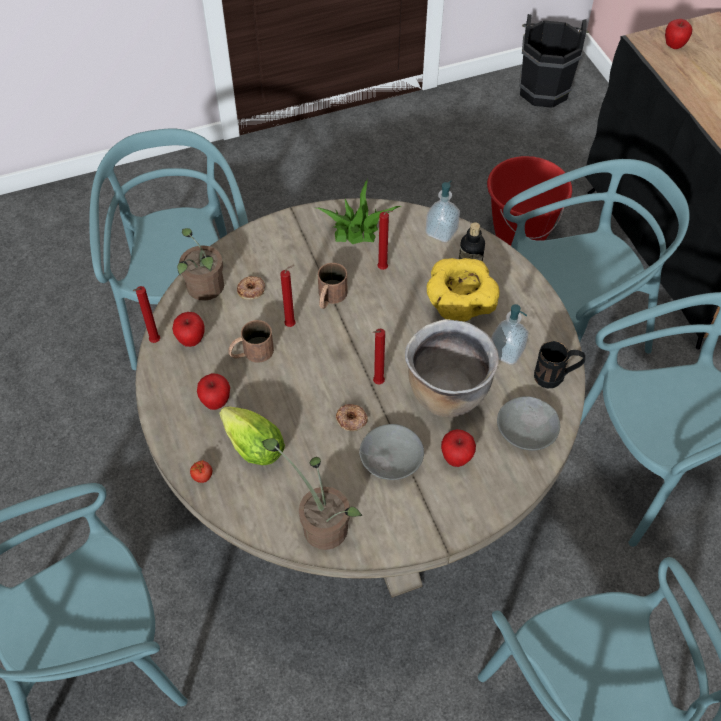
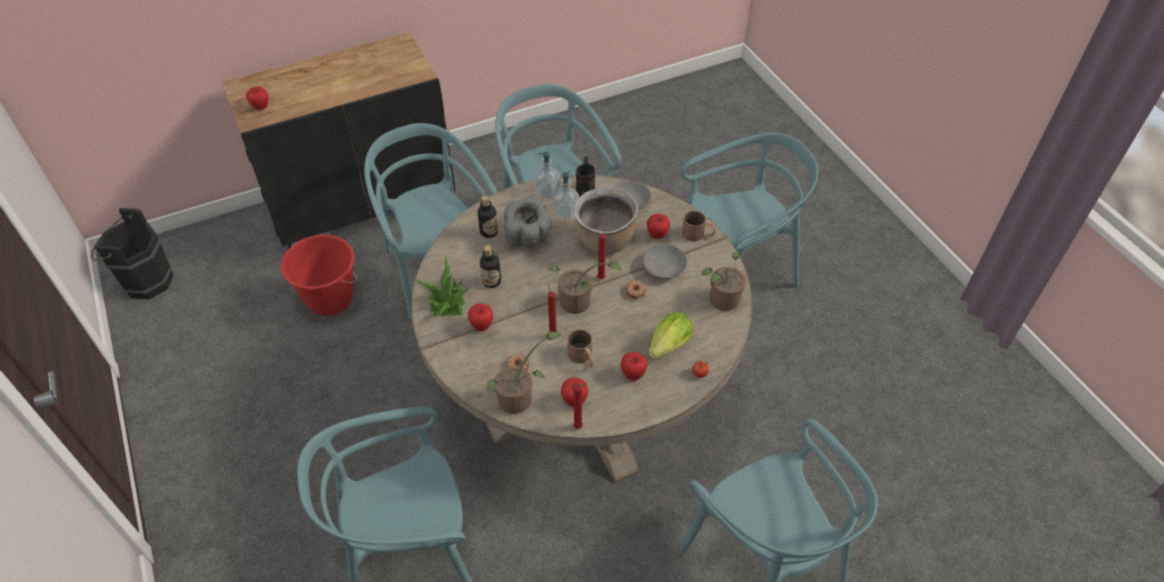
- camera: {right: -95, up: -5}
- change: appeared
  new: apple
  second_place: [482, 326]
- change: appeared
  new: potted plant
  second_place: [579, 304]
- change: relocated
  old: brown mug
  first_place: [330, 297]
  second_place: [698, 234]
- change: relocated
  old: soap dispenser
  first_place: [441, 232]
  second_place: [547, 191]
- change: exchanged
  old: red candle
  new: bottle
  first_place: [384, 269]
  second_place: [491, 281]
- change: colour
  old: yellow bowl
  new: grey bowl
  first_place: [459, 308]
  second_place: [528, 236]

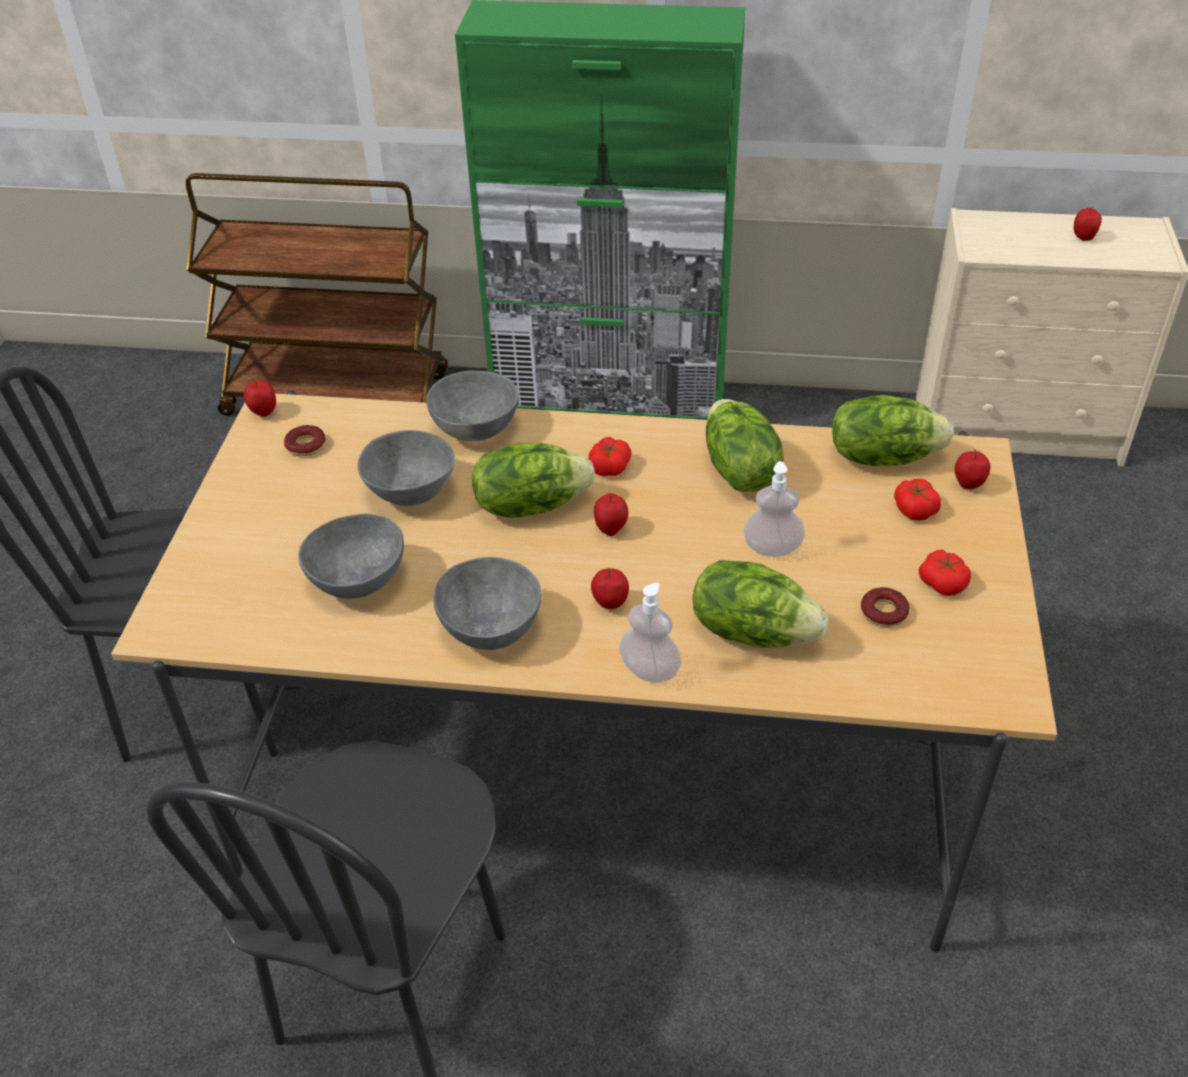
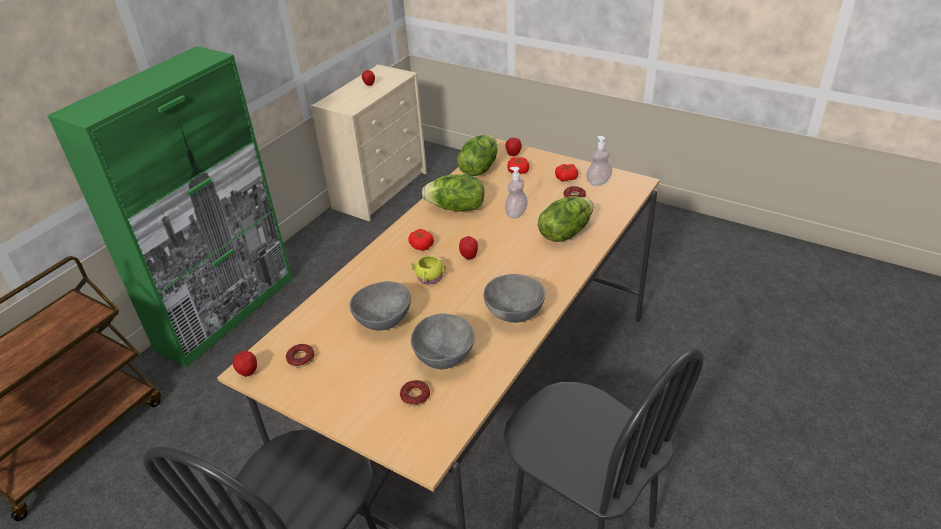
- camera: {right: -65, up: -5}
- change: missing
  old: grey bowl
  first_place: [473, 429]
- change: missing
  old: apple
  first_place: [610, 604]
- change: appeared
  new: donut
  second_place: [415, 396]
- change: relocated
  old: soap dispenser
  first_place: [649, 670]
  second_place: [598, 182]
- change: exchanged
  old: lettuce
  new: yellow mug
  first_place: [530, 504]
  second_place: [429, 279]

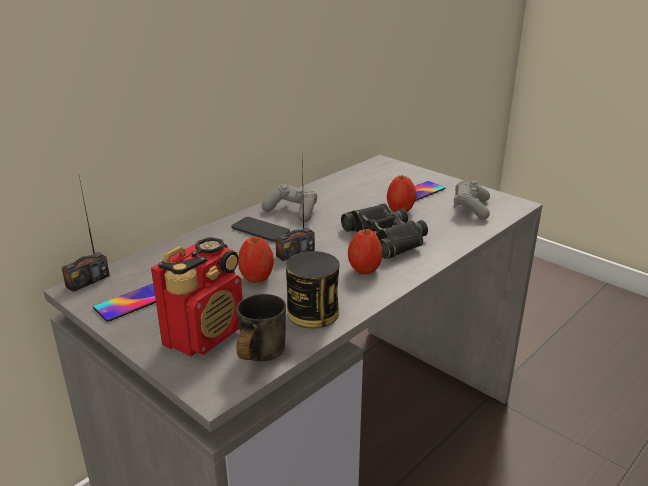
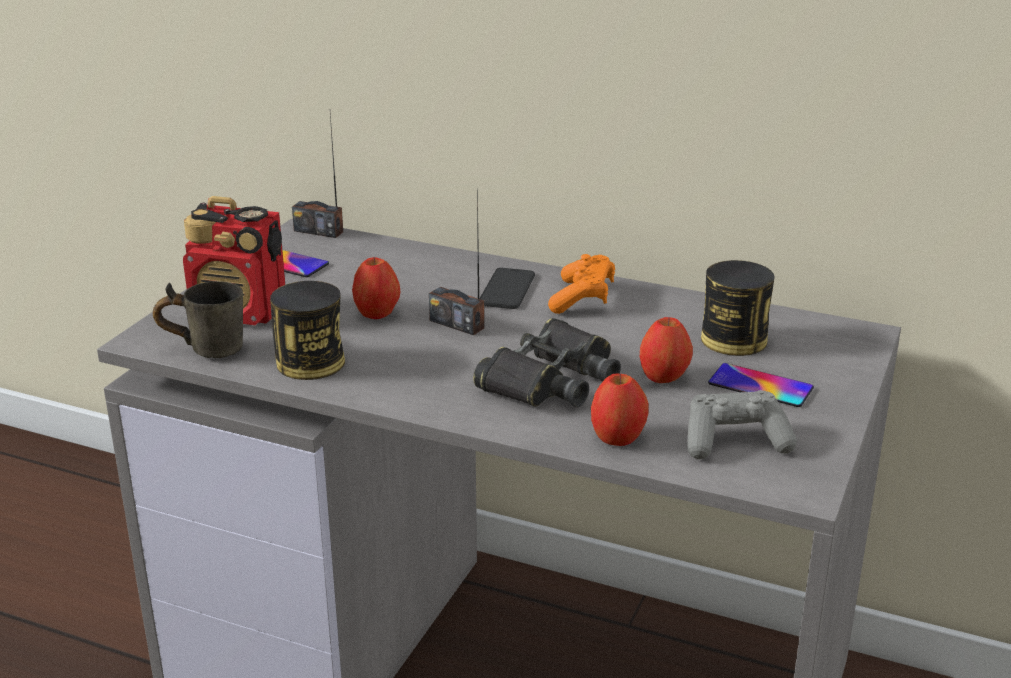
- camera: {right: 70, up: 0}
- change: appeared
  new: can
  second_place: [733, 340]
- change: relocated
  old: apple
  first_place: [364, 269]
  second_place: [617, 438]
- change: colour
  old: grey game controller
  new: orange game controller
  first_place: [292, 212]
  second_place: [582, 298]

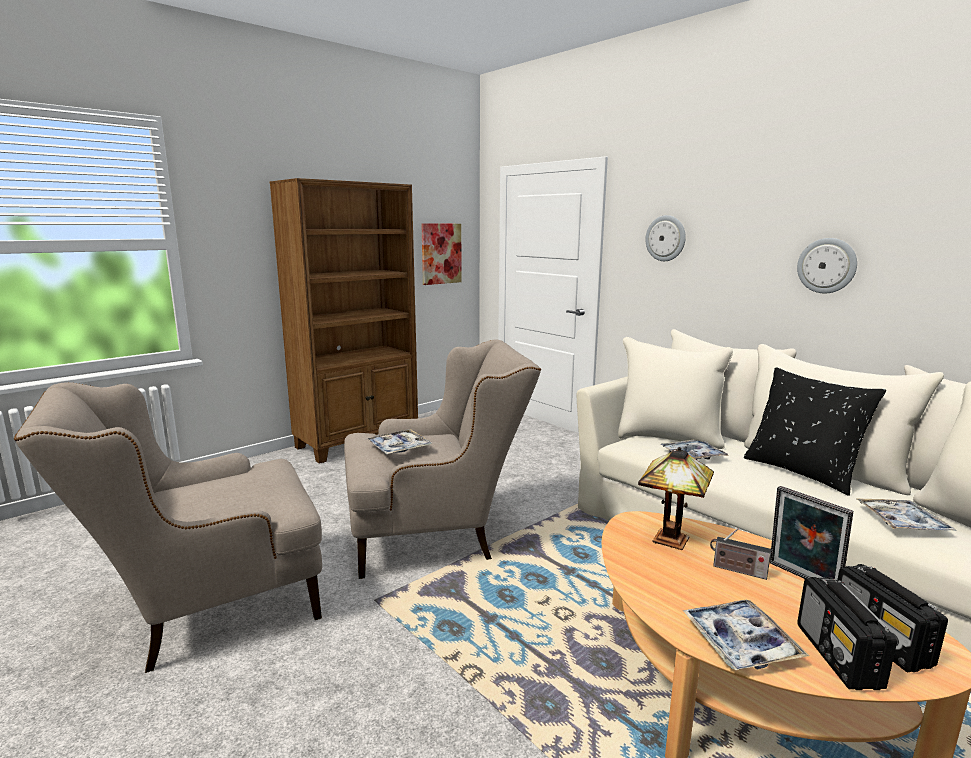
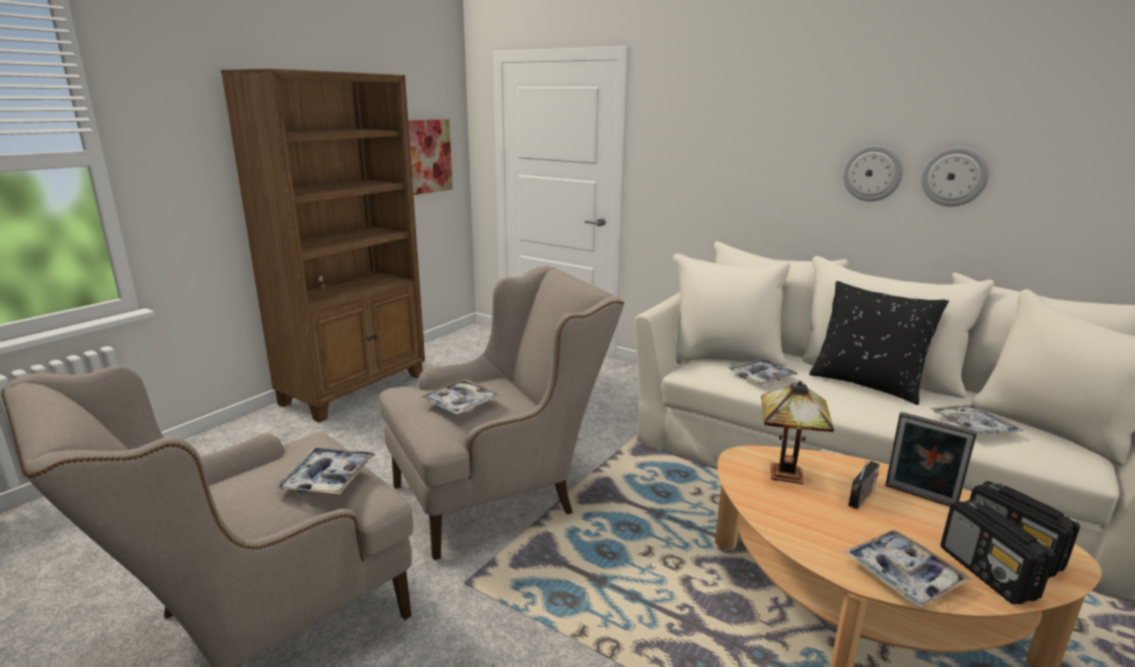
- camera: {right: -15, up: 5}
- change: appeared
  new: tray
  second_place: [327, 478]
- change: relocated
  old: wall clock
  first_place: [665, 238]
  second_place: [954, 176]
- change: spun
  old: radio
  first_place: [736, 570]
  second_place: [861, 498]
  degrees: -60

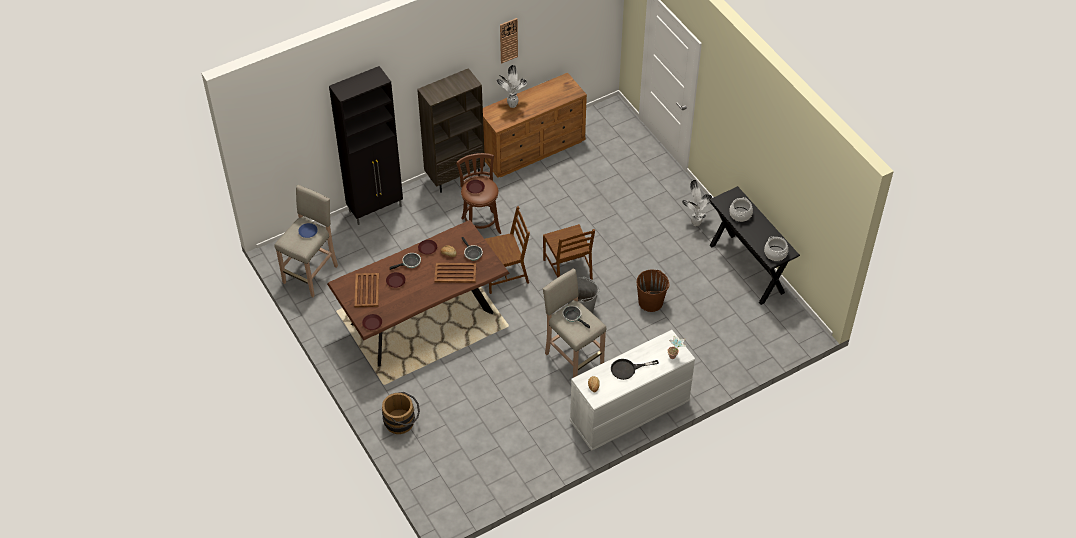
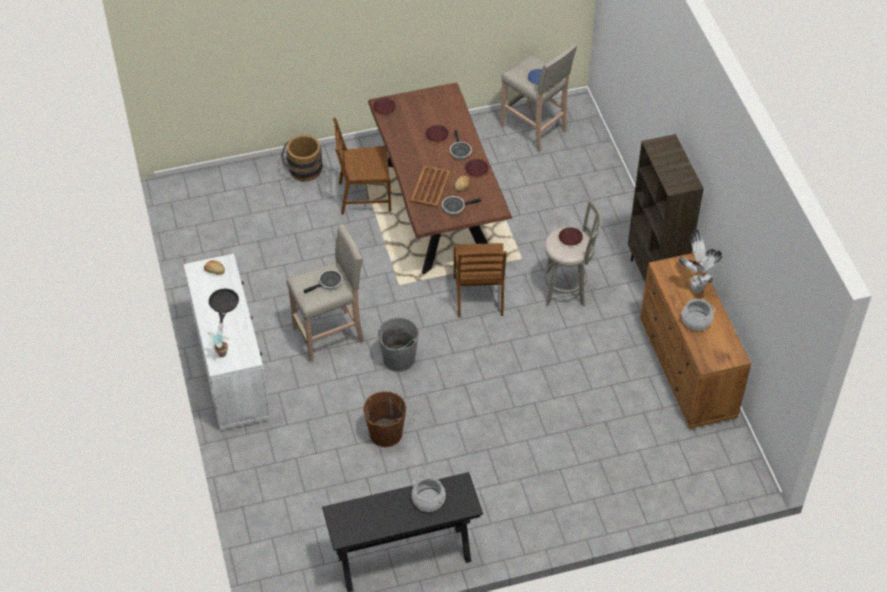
- camera: {right: 105, up: 0}
- change: missing
  old: black cabinet
  first_place: [376, 209]
- change: missing
  old: brown tray
  first_place: [366, 291]
- change: missing
  old: wall clock
  first_place: [508, 40]
- change: missing
  old: potted plant
  first_place: [695, 222]
- change: relocated
  old: brown chair
  first_place: [568, 269]
  second_place: [364, 197]
- change: relocated
  old: cooking pot
  first_place: [775, 253]
  second_place: [696, 320]
- change: colour
  old: brown stool
  new: grey stool
  first_place: [480, 224]
  second_place: [567, 289]

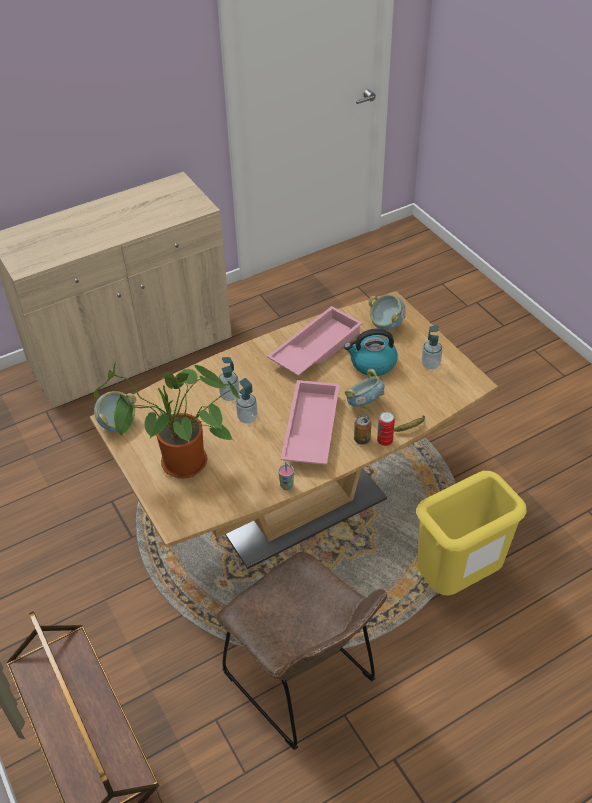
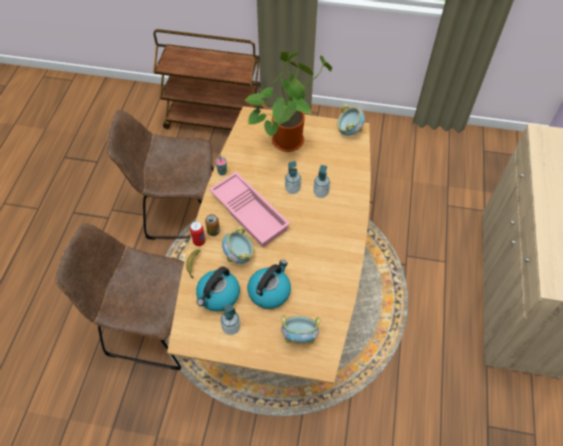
- camera: {right: 130, up: 10}
- change: missing
  old: pink tray
  first_place: [315, 348]
- change: appeared
  new: kettle
  second_place: [218, 296]
- change: exchanged
  old: yellow trash can
  new: brown chair
  first_place: [457, 580]
  second_place: [149, 327]

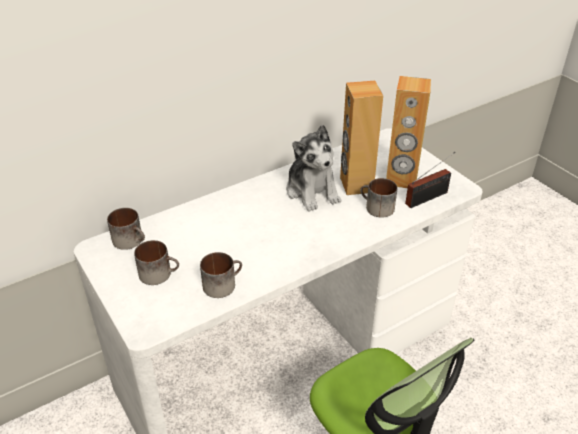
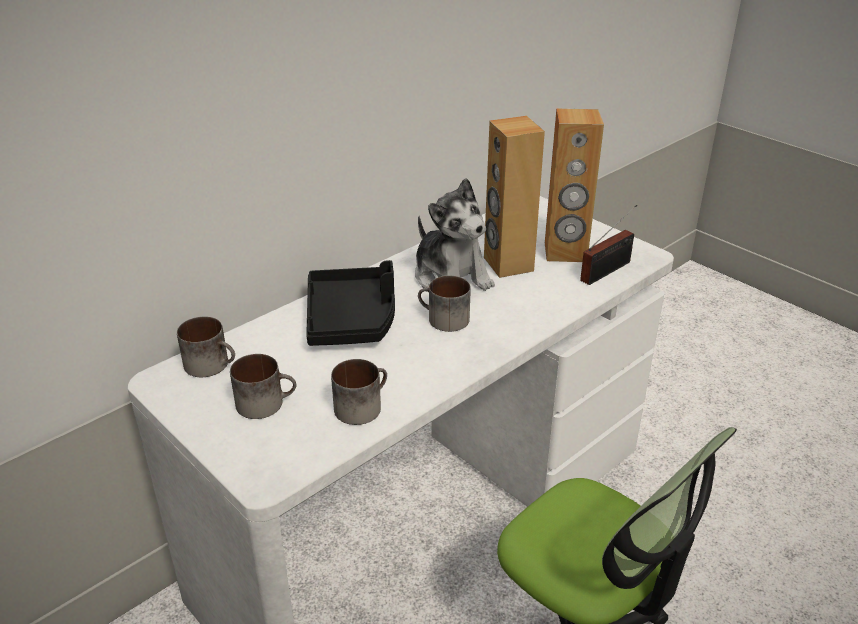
- camera: {right: -10, up: -5}
- change: appeared
  new: black tray
  second_place: [352, 319]
- change: relocated
  old: mug
  first_place: [376, 208]
  second_place: [443, 319]

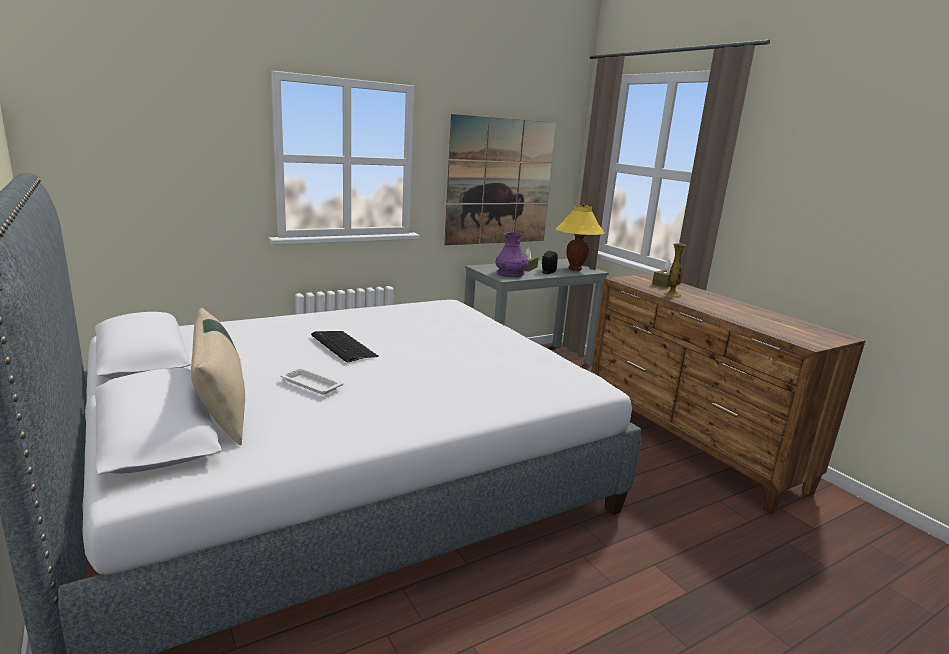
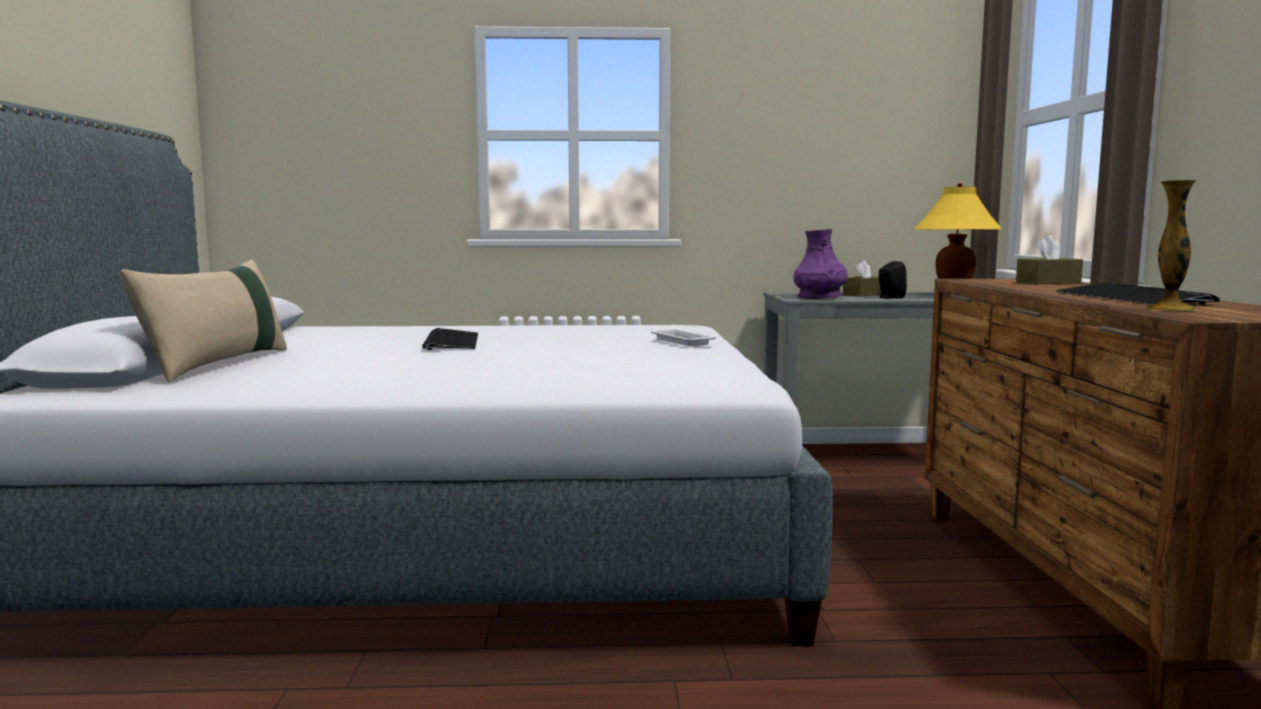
- camera: {right: 30, up: -10}
- change: missing
  old: picture
  first_place: [500, 182]
- change: appeared
  new: keyboard
  second_place: [1131, 298]
- change: relocated
  old: white tray
  first_place: [310, 384]
  second_place: [681, 341]
- change: relocated
  old: vase
  first_place: [672, 294]
  second_place: [1171, 309]

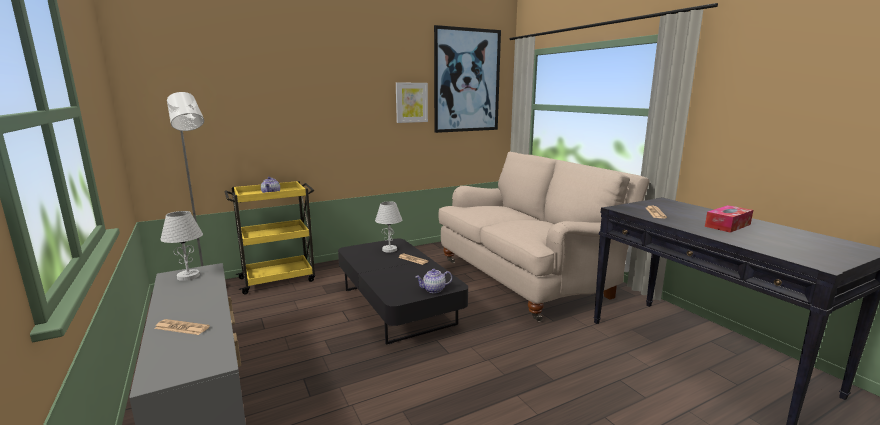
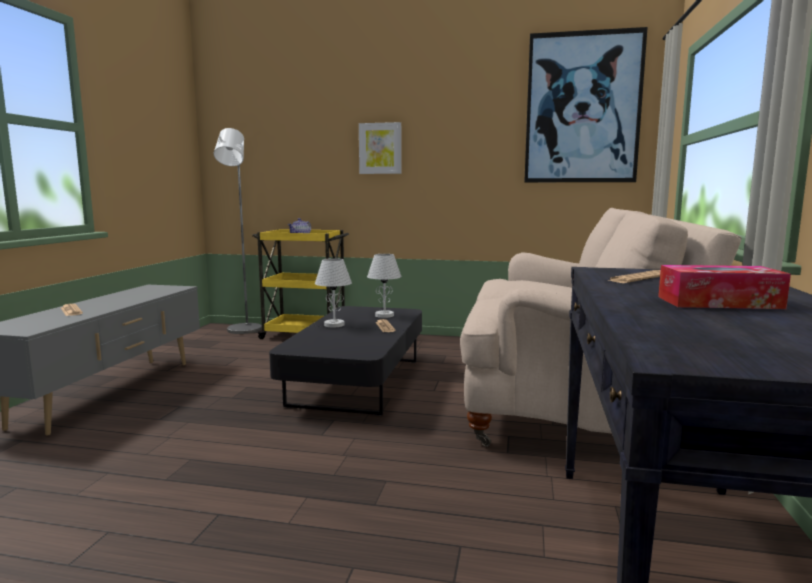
- camera: {right: 40, up: -5}
- change: missing
  old: teapot
  first_place: [433, 290]
- change: relocated
  old: white table lamp
  first_place: [188, 276]
  second_place: [334, 325]
- change: relocated
  old: picture
  first_place: [411, 102]
  second_place: [380, 148]

